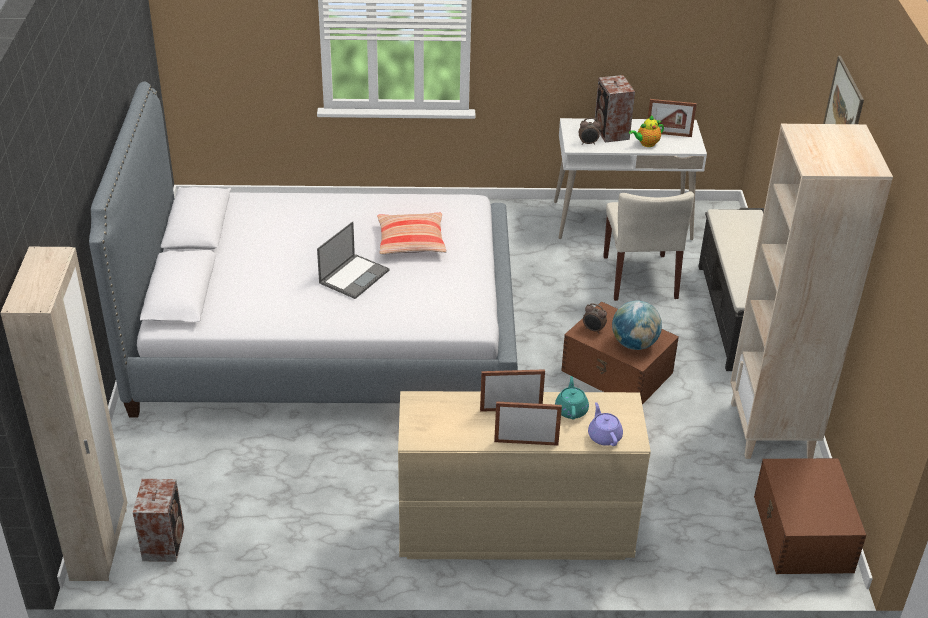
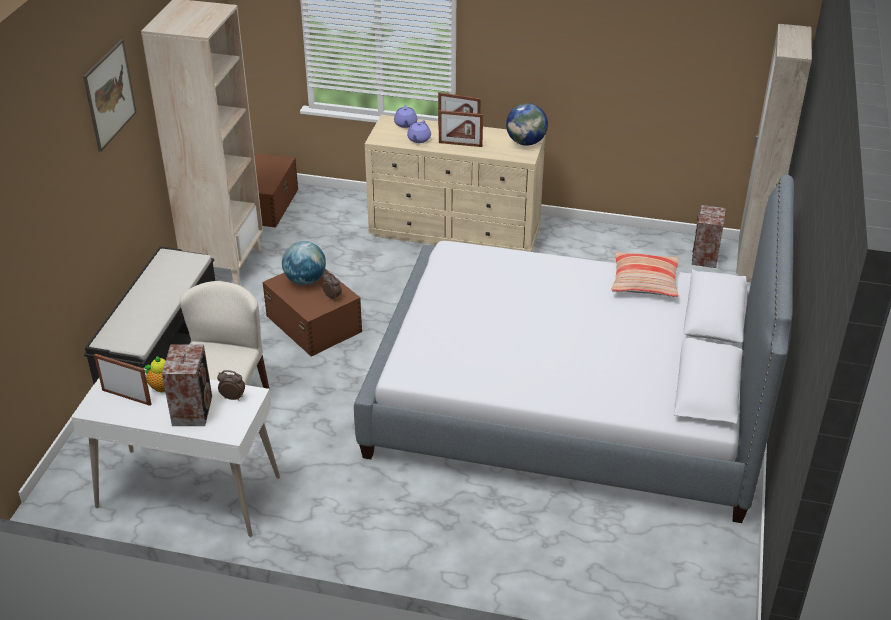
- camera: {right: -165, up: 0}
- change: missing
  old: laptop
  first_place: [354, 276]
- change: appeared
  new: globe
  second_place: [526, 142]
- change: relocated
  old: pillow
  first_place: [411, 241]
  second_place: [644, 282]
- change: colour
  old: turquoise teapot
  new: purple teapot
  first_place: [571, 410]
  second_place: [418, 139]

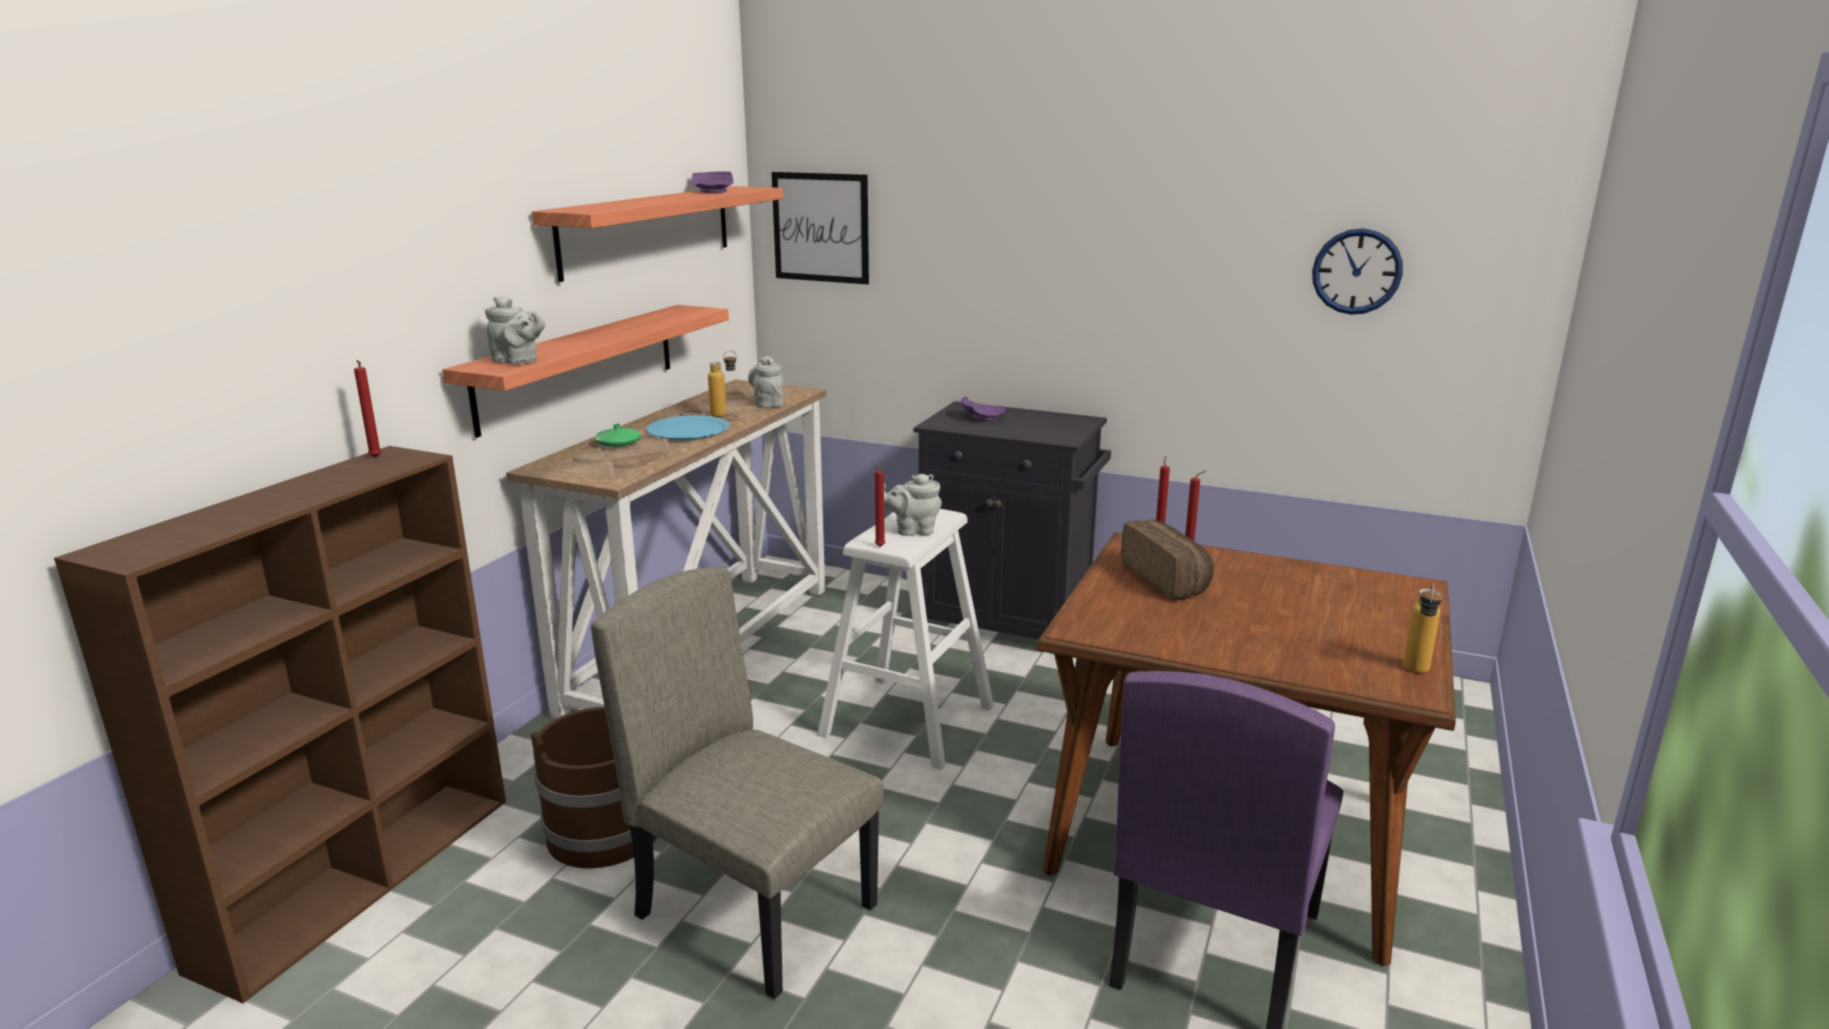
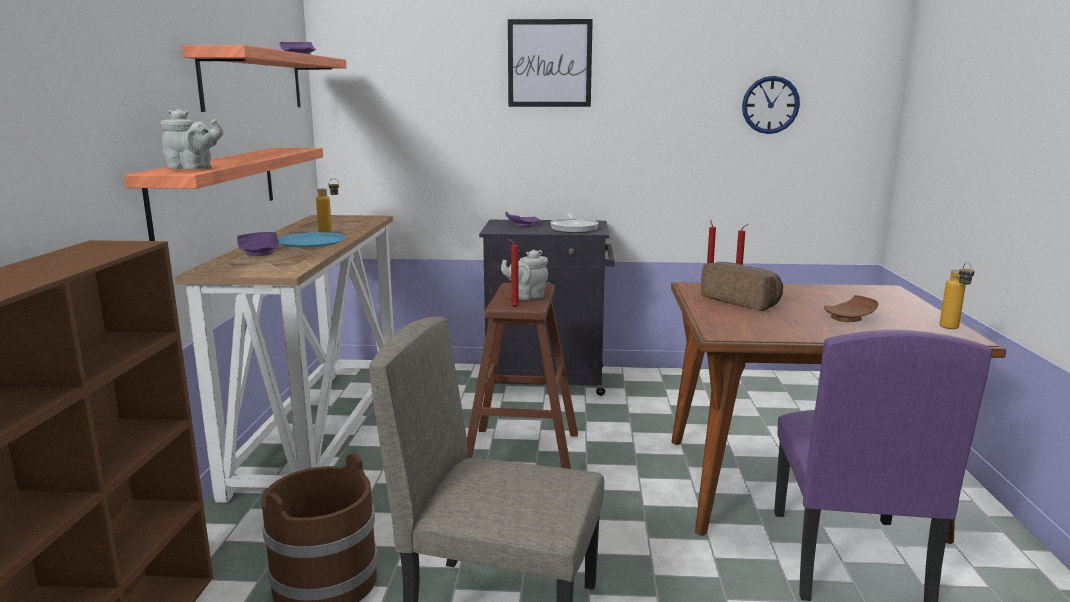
- camera: {right: -20, up: -5}
- change: missing
  old: red candle
  first_place: [375, 458]
- change: missing
  old: grey teapot
  first_place: [768, 403]
- change: appeared
  new: frying pan
  second_place: [574, 228]
- change: appeared
  new: brown plate
  second_place: [850, 318]
- change: relocated
  old: picture
  first_place: [821, 227]
  second_place: [549, 63]
- change: exchanged
  old: green vase
  new: purple plate
  first_place: [618, 444]
  second_place: [260, 252]
- change: colour
  old: white stool
  new: brown stool
  first_place: [907, 720]
  second_place: [522, 453]

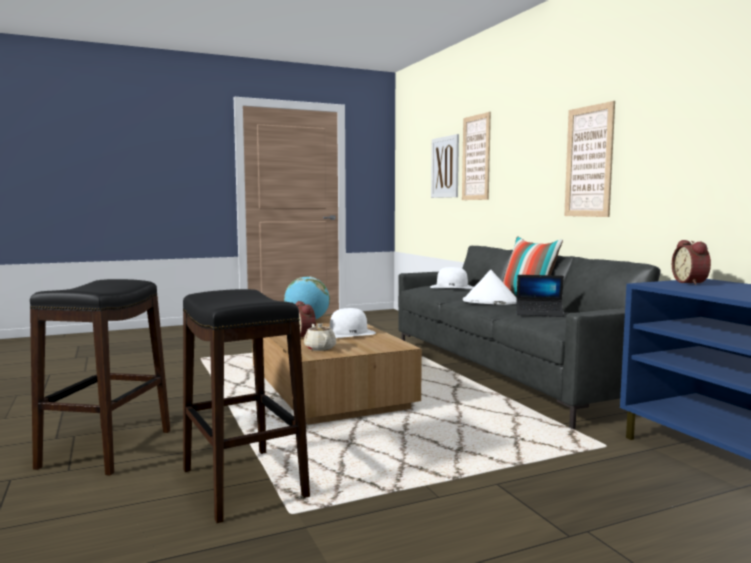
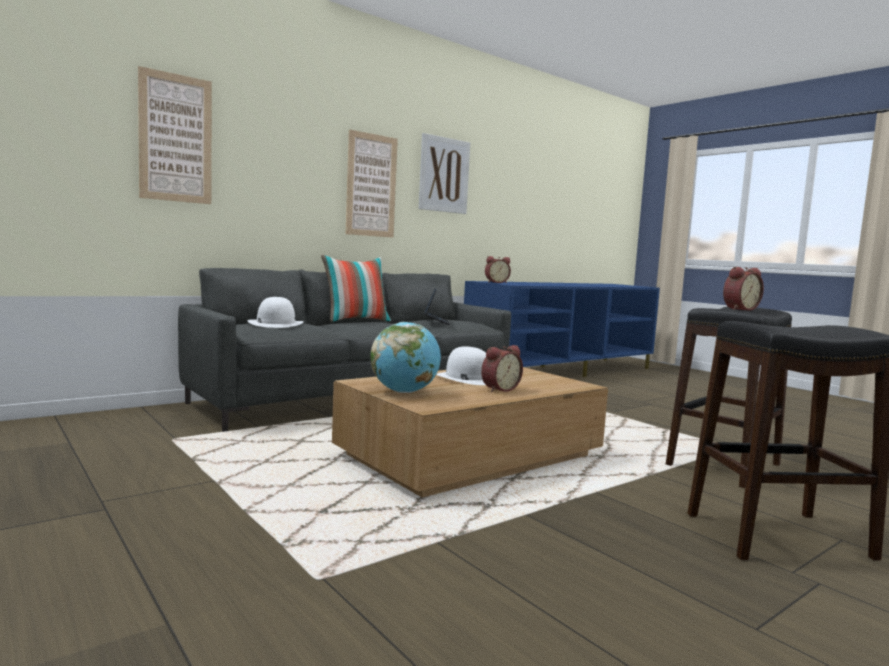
- camera: {right: -105, up: 0}
- change: missing
  old: beige teapot
  first_place: [319, 348]
- change: missing
  old: white hat
  first_place: [490, 302]
- change: appeared
  new: alarm clock
  second_place: [738, 309]
- change: relocated
  old: picture
  first_place: [445, 167]
  second_place: [444, 175]

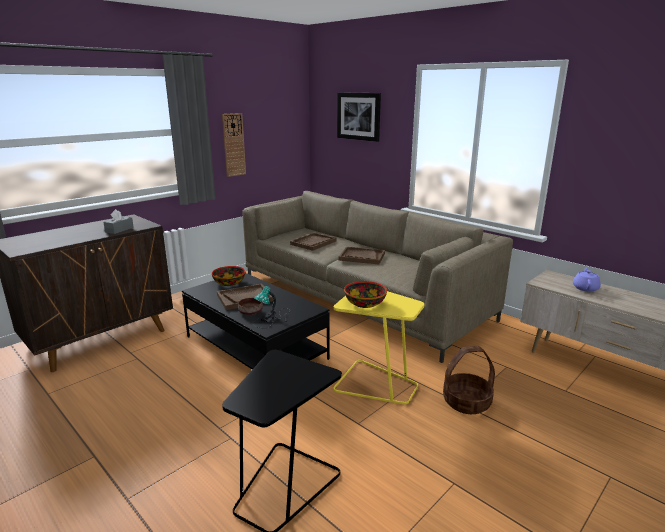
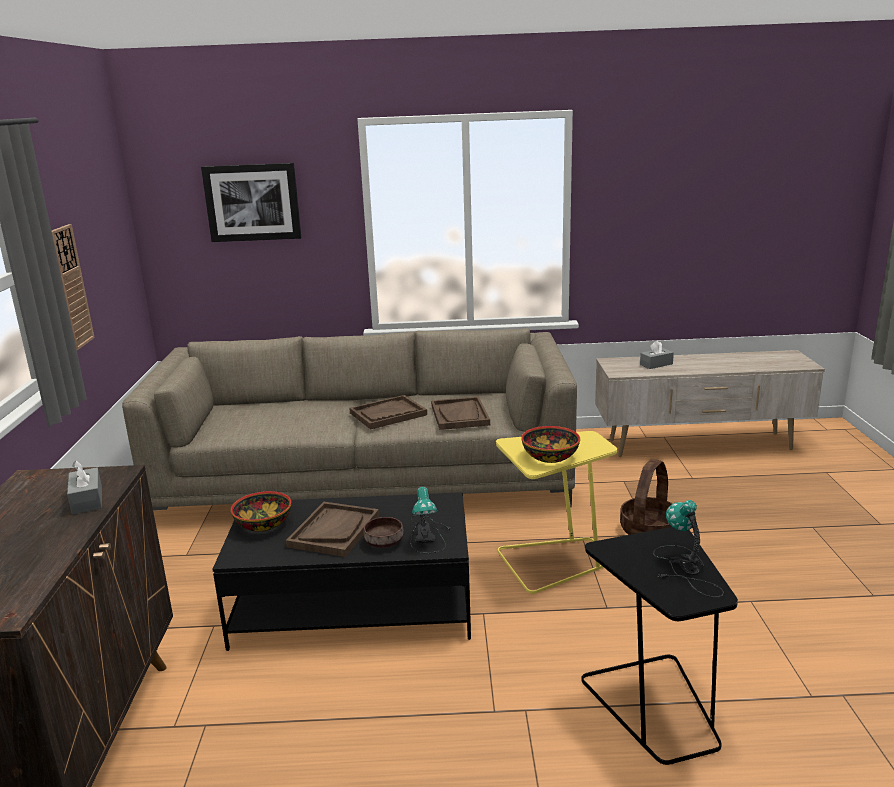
- camera: {right: -45, up: 0}
- change: appeared
  new: table lamp
  second_place: [685, 568]
- change: relocated
  old: brown tray
  first_place: [313, 243]
  second_place: [460, 415]
- change: exchanged
  old: purple teapot
  new: grey tissue box
  first_place: [585, 288]
  second_place: [656, 364]

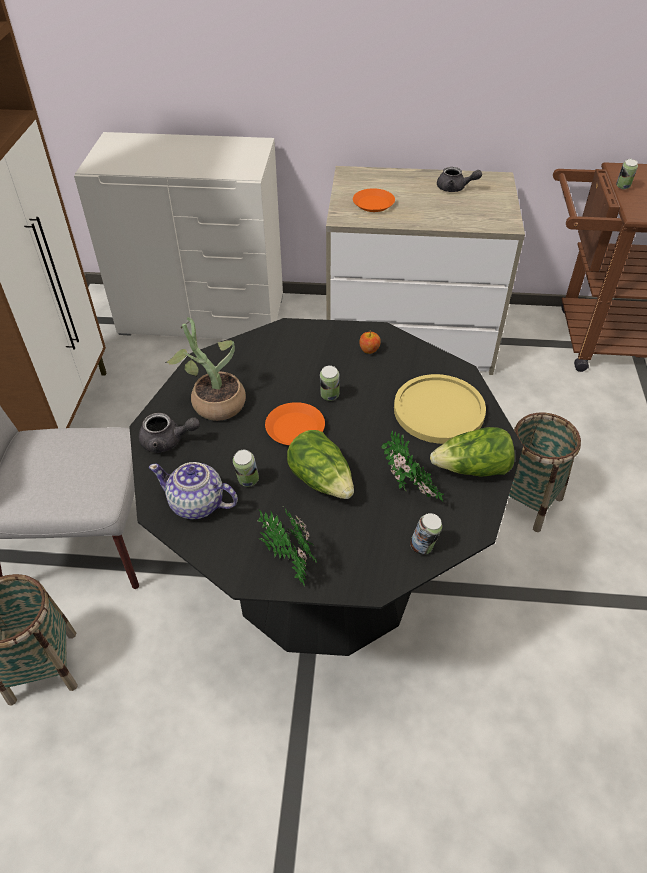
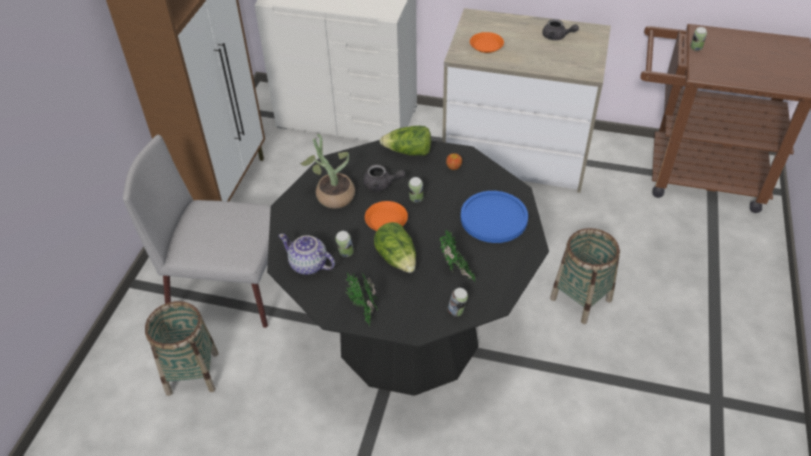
- camera: {right: 10, up: 0}
- change: relocated
  old: grey teapot
  first_place: [167, 441]
  second_place: [381, 185]
- change: relocated
  old: lettuce
  first_place: [472, 469]
  second_place: [408, 152]
- change: colour
  old: yellow plate
  new: blue plate
  first_place: [439, 410]
  second_place: [494, 218]

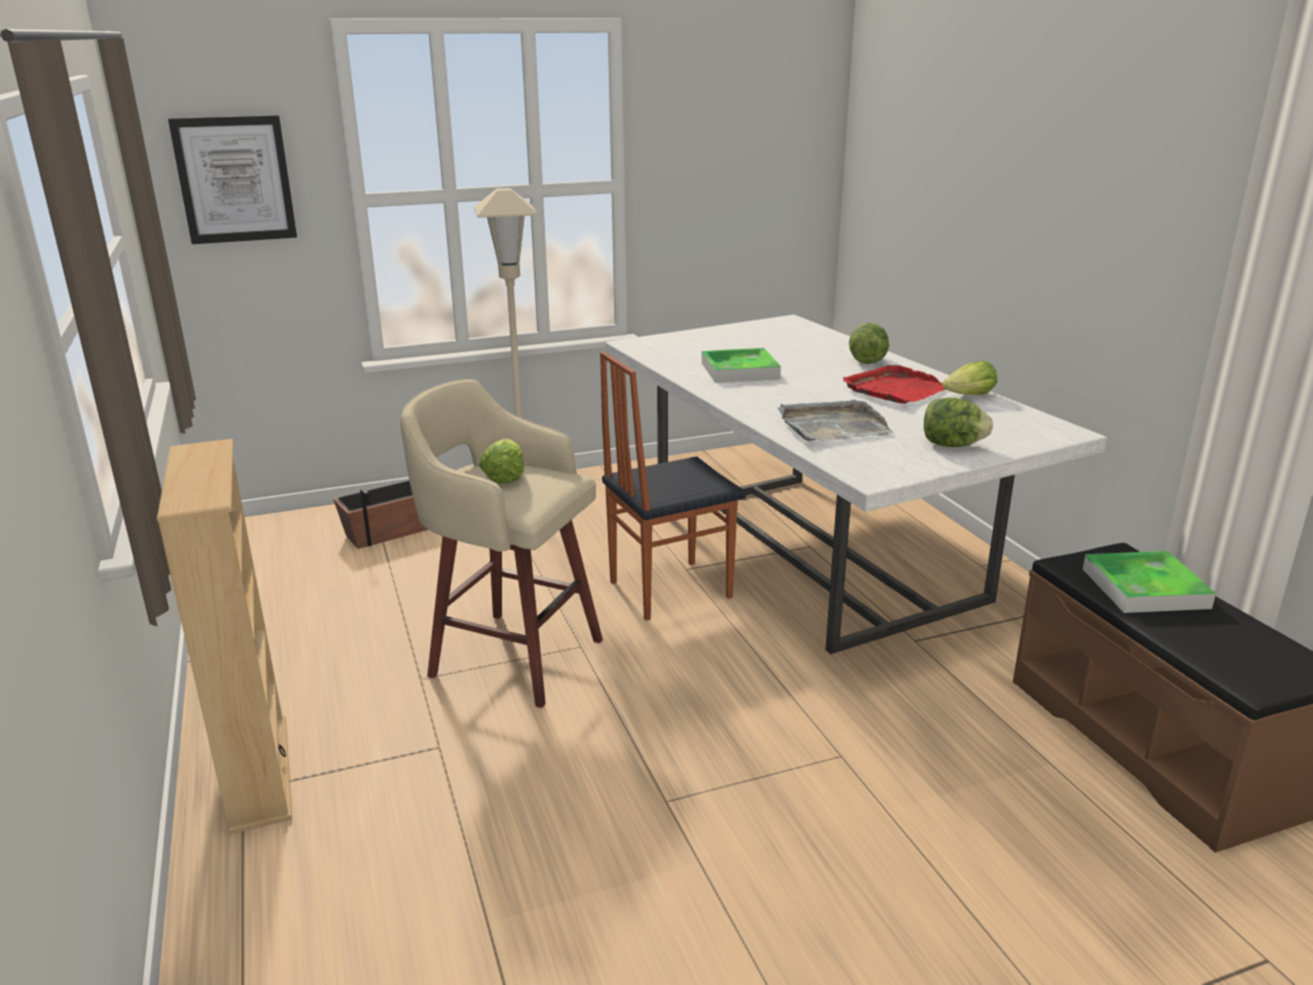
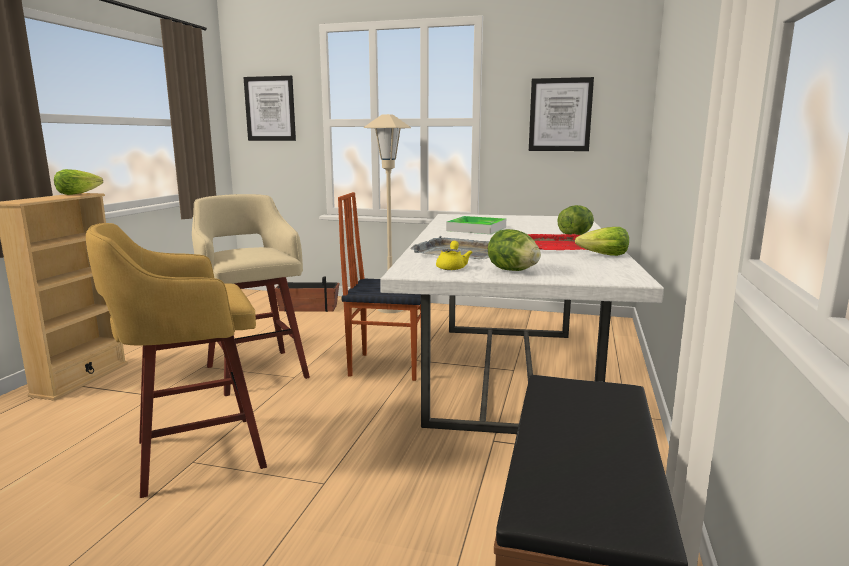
- camera: {right: 35, up: -10}
- change: missing
  old: tray
  first_place: [1144, 588]
- change: appeared
  new: yellow stool
  second_place: [194, 455]
- change: appeared
  new: yellow teapot
  second_place: [452, 267]
- change: appeared
  new: picture
  second_place: [560, 115]
- change: relocated
  old: lettuce
  first_place: [504, 476]
  second_place: [78, 194]

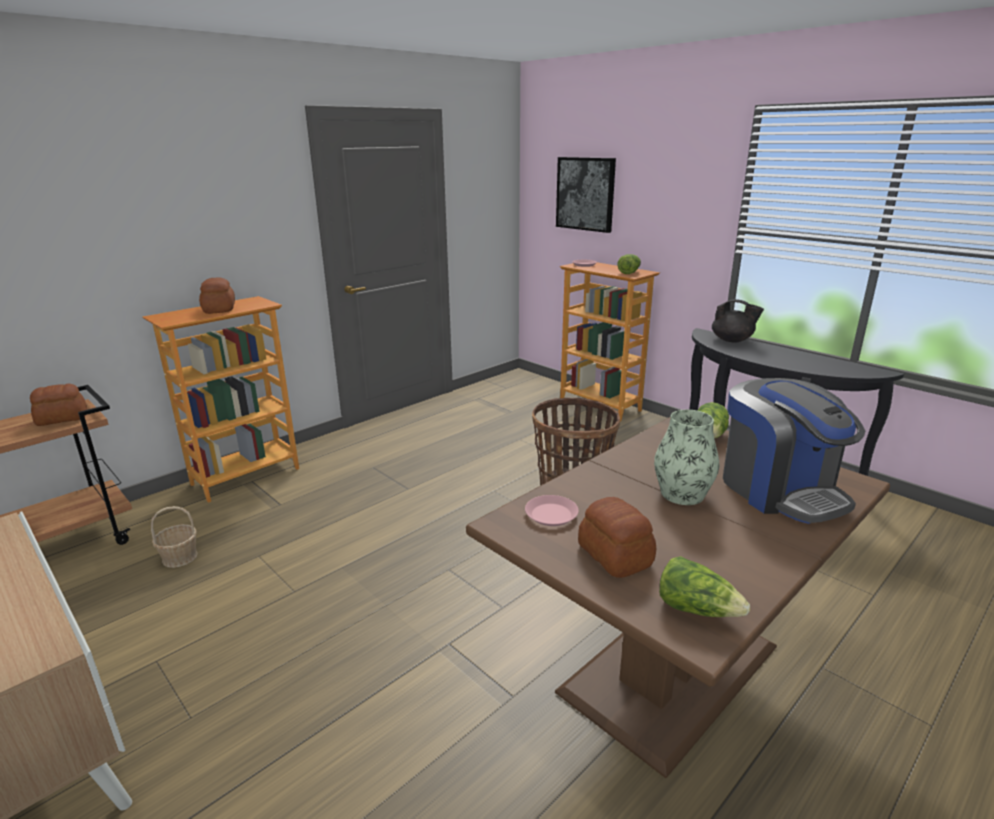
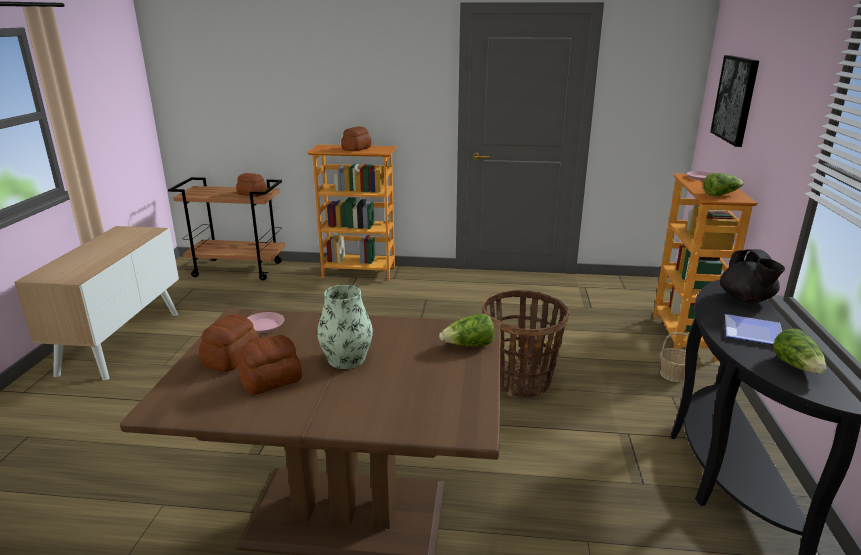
- camera: {right: 50, up: 0}
- change: missing
  old: coffee machine
  first_place: [780, 490]
- change: appeared
  new: bread
  second_place: [272, 380]
- change: appeared
  new: plate
  second_place: [750, 331]
- change: relocated
  old: basket
  first_place: [179, 557]
  second_place: [673, 374]
- change: relocated
  old: lettuce
  first_place: [696, 609]
  second_place: [797, 367]

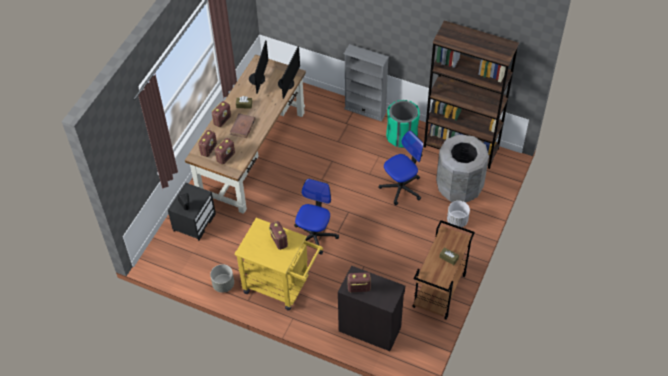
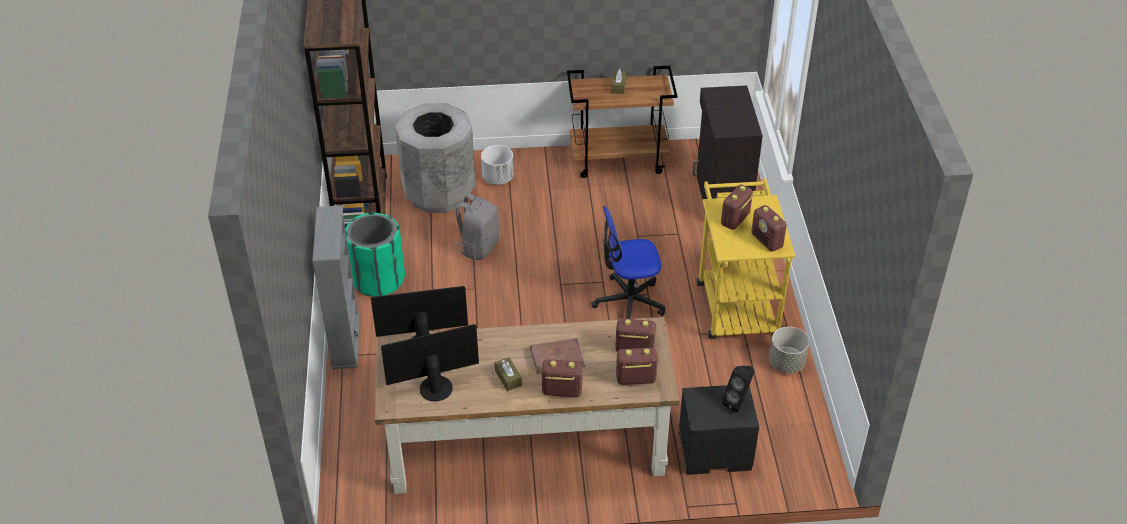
- camera: {right: -120, up: -10}
- change: relocated
  old: radio
  first_place: [358, 288]
  second_place: [767, 241]
- change: exchanged
  old: office chair
  new: grey backpack
  first_place: [401, 188]
  second_place: [478, 247]

